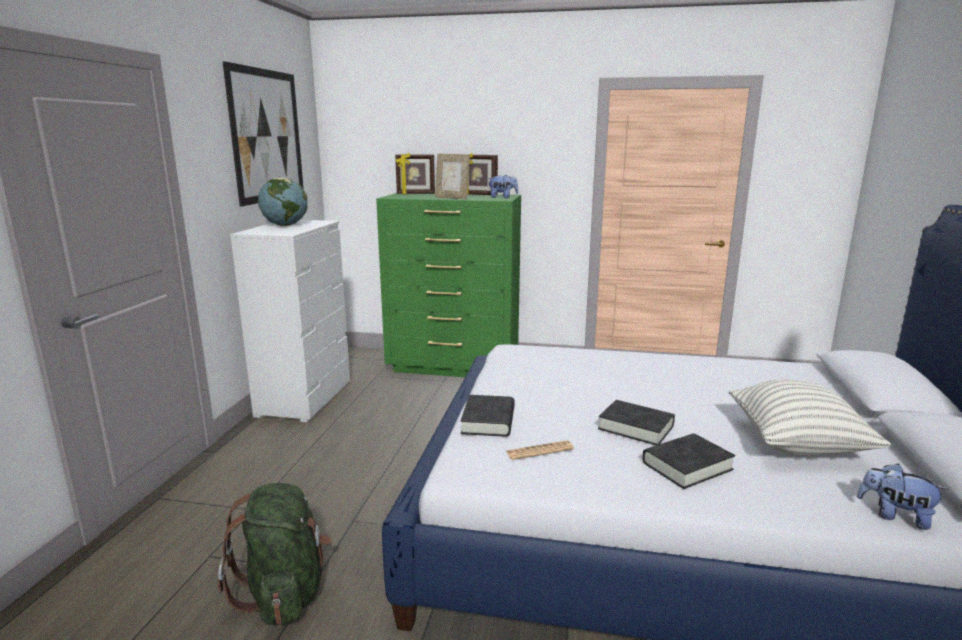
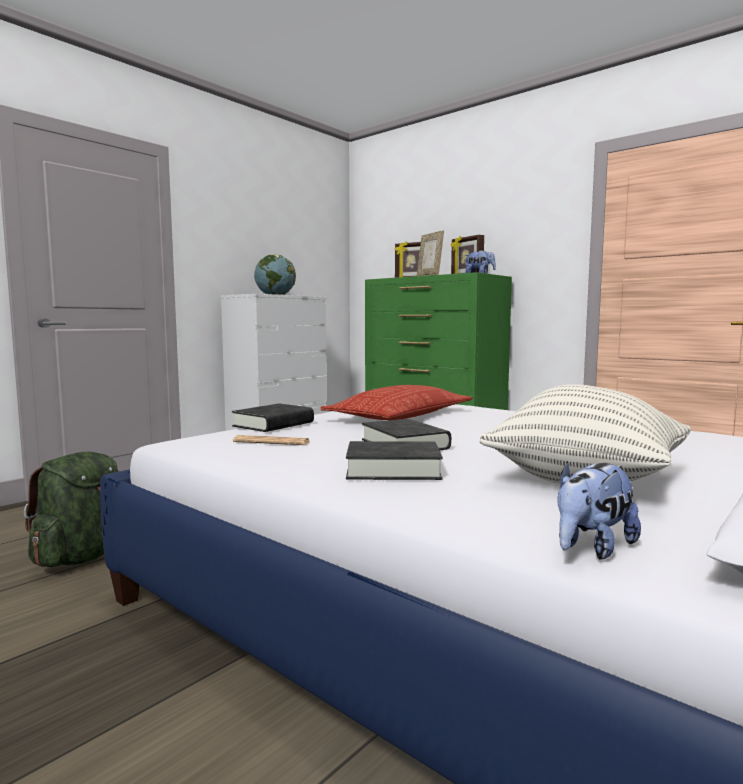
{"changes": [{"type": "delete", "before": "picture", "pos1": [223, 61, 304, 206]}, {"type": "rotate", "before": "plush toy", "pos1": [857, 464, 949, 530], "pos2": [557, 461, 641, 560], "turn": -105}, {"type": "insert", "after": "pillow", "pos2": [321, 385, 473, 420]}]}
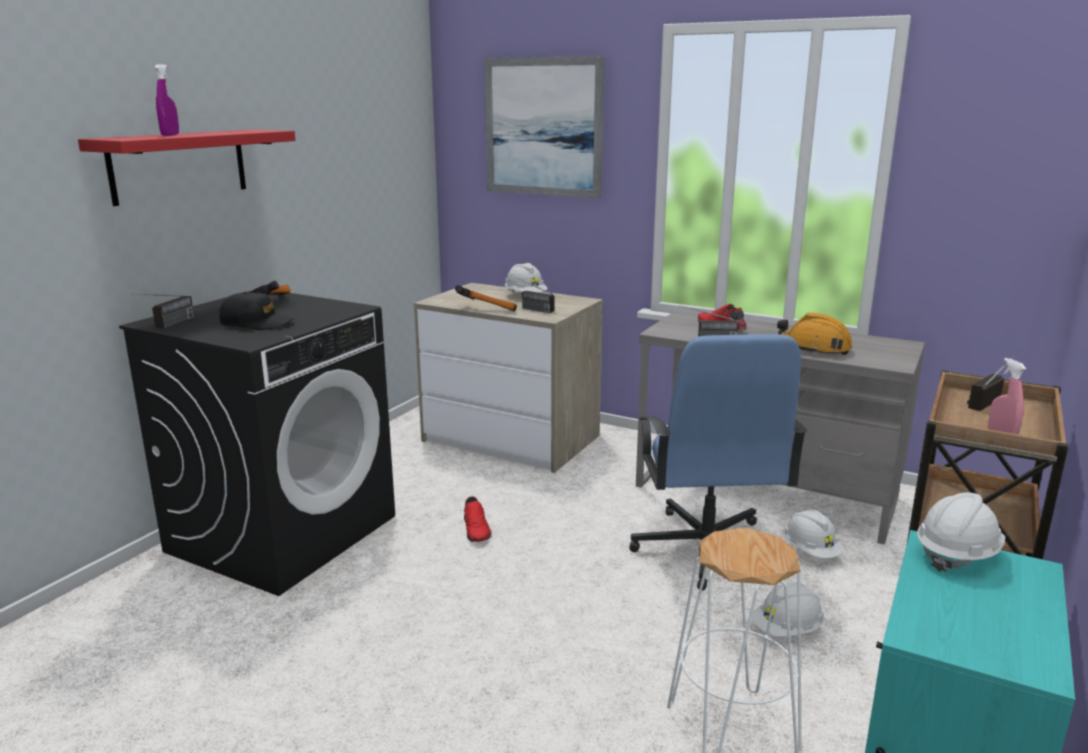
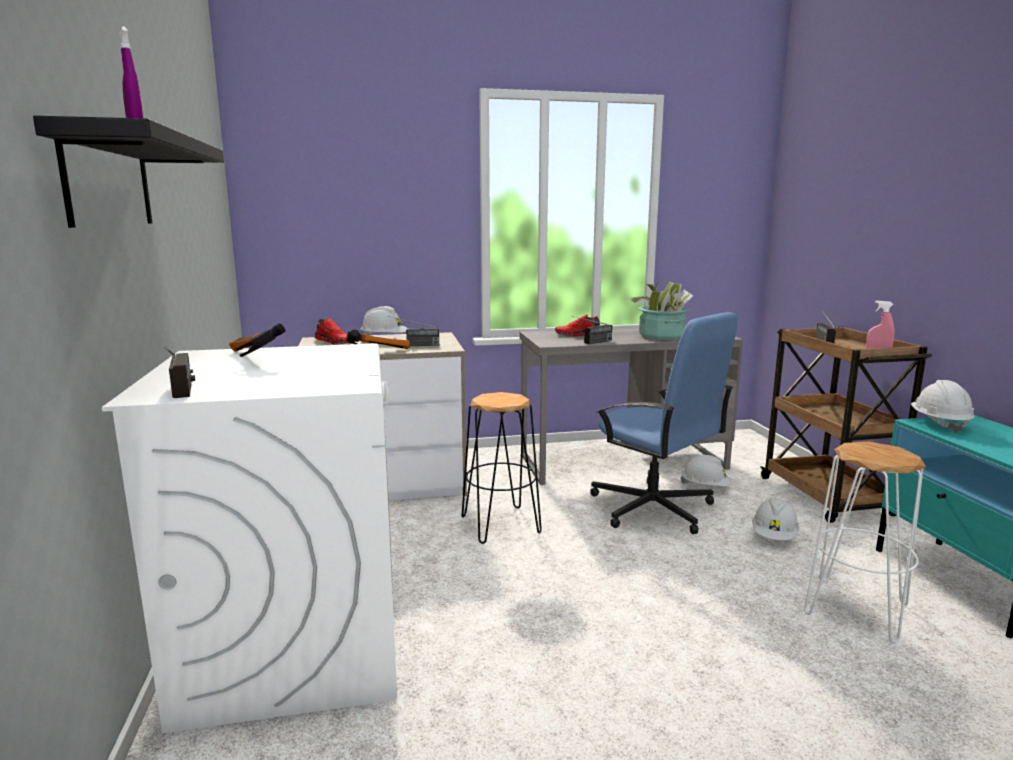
{"changes": [{"type": "recolor", "before": "shelf in red", "after": "shelf in black", "pos1": [78, 129, 295, 206], "pos2": [33, 116, 224, 228]}, {"type": "recolor", "before": "washing machine in black", "after": "washing machine in white", "pos1": [119, 290, 395, 596], "pos2": [102, 343, 397, 733]}, {"type": "delete", "before": "cap in black", "pos1": [219, 292, 294, 330]}, {"type": "move", "before": "shoe in red", "pos1": [464, 496, 492, 542], "pos2": [315, 319, 349, 345]}, {"type": "delete", "before": "picture", "pos1": [484, 56, 605, 199]}, {"type": "replace", "before": "hard hat in orange", "after": "potted plant", "pos1": [777, 312, 852, 355], "pos2": [628, 282, 693, 340]}, {"type": "insert", "after": "stool in black", "pos2": [462, 392, 542, 544]}]}
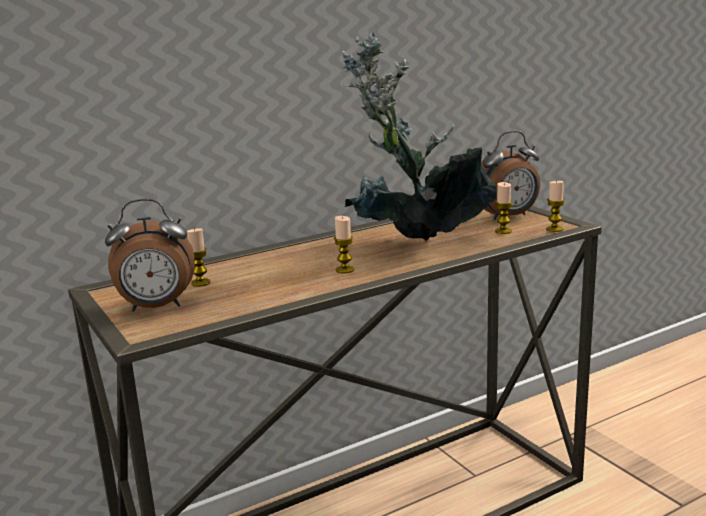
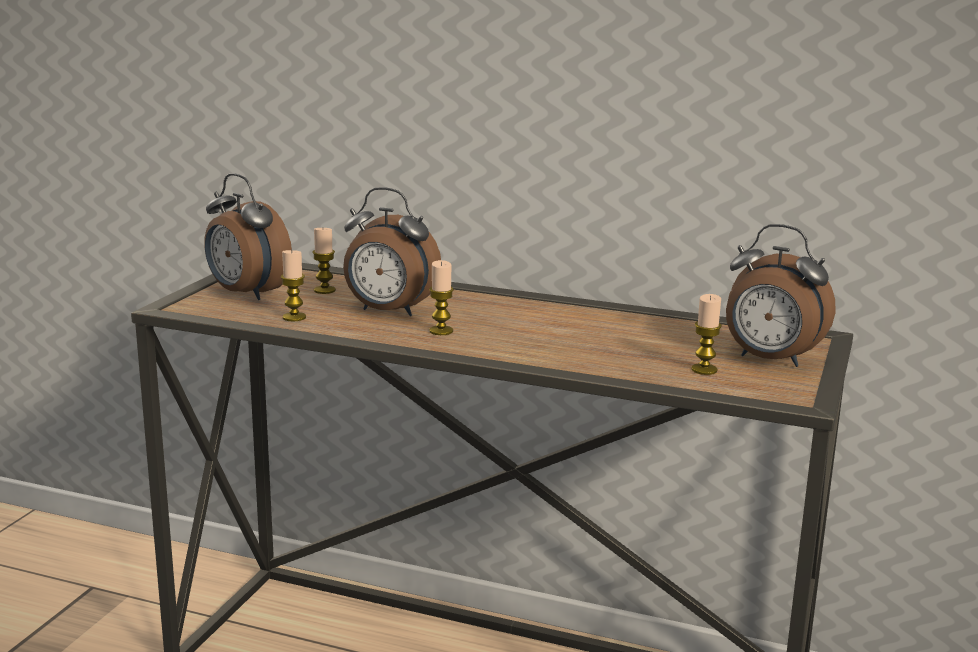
{"changes": [{"type": "delete", "before": "potted plant", "pos1": [341, 33, 497, 241]}, {"type": "move", "before": "candle", "pos1": [546, 180, 565, 232], "pos2": [281, 250, 306, 321]}, {"type": "insert", "after": "alarm clock", "pos2": [343, 187, 441, 316]}]}
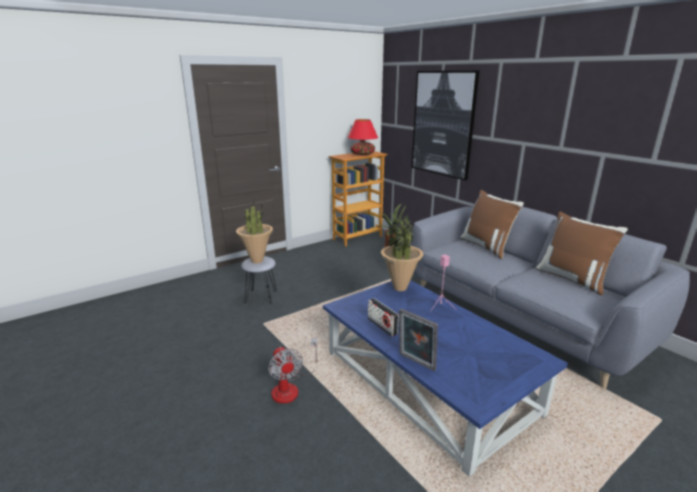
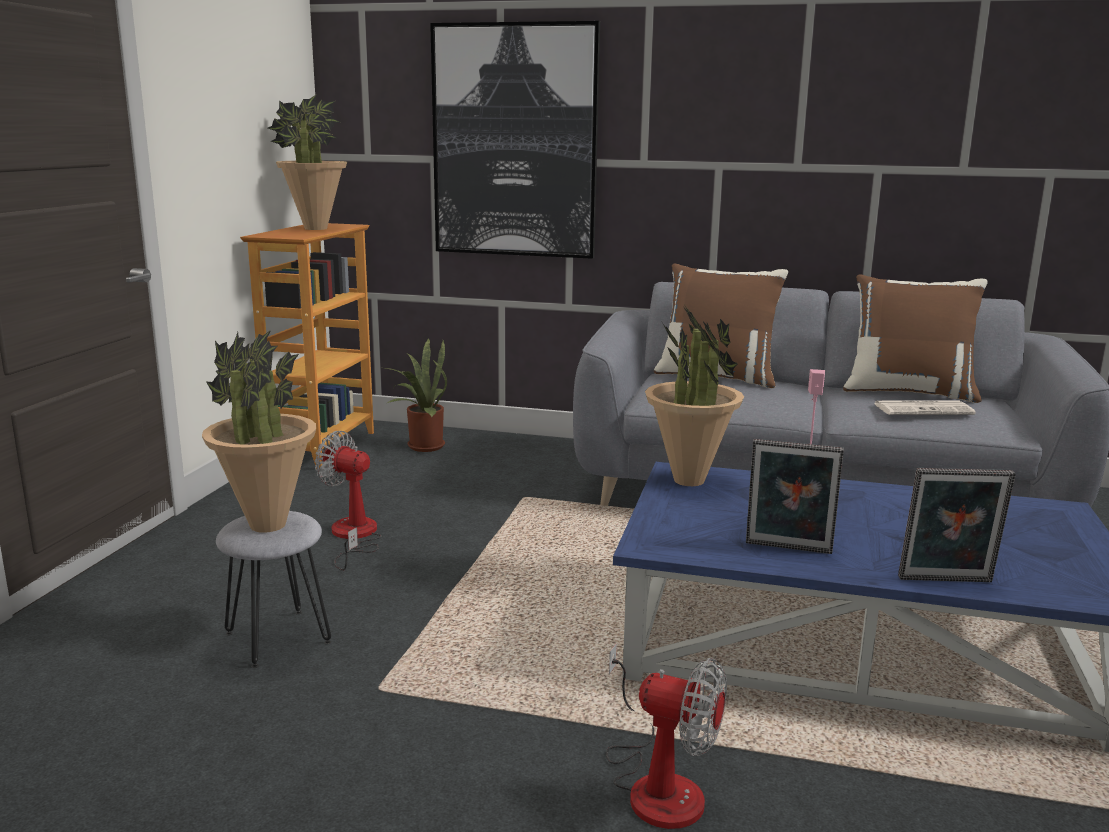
{"changes": [{"type": "replace", "before": "table lamp in red", "after": "potted plant", "pos1": [347, 119, 378, 155], "pos2": [268, 95, 347, 230]}, {"type": "replace", "before": "radio", "after": "picture frame", "pos1": [368, 298, 399, 336], "pos2": [746, 439, 844, 554]}, {"type": "insert", "after": "fan", "pos2": [315, 431, 382, 571]}, {"type": "insert", "after": "newspaper", "pos2": [873, 401, 976, 415]}]}
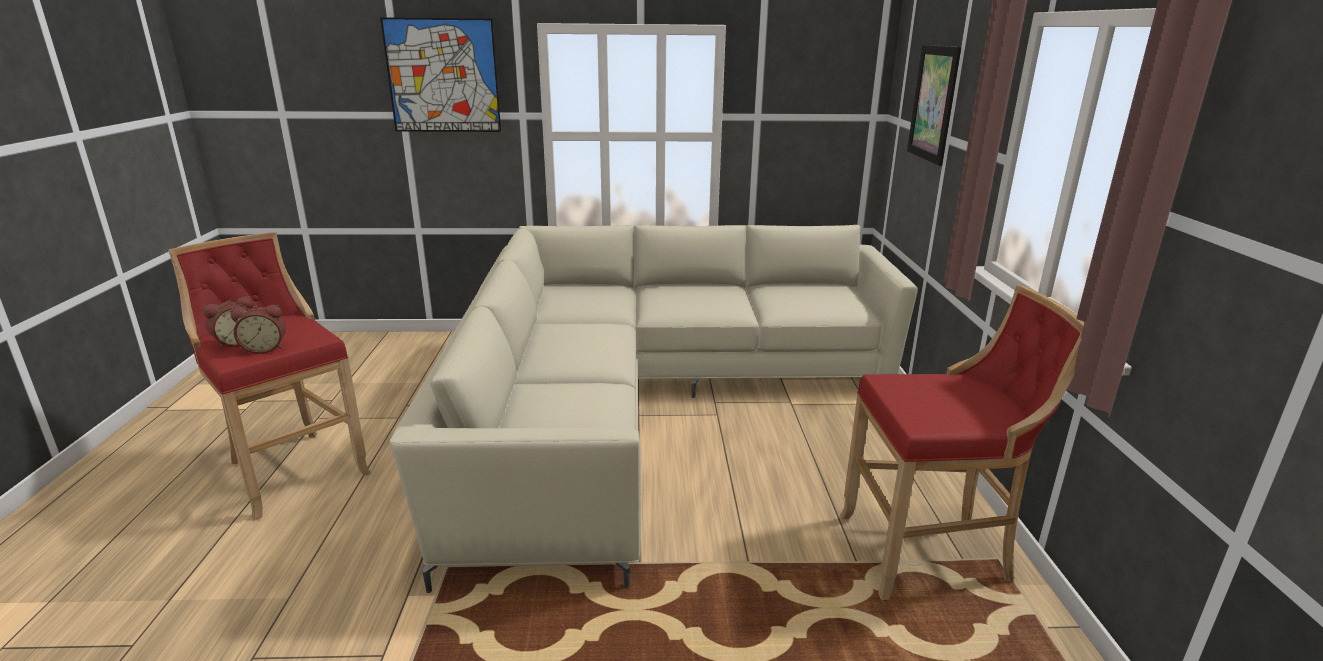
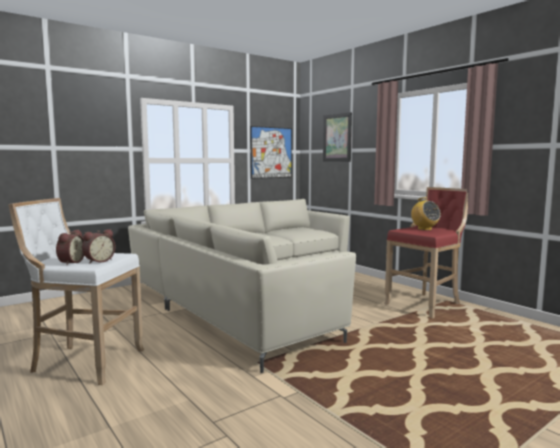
{"changes": [{"type": "recolor", "before": "stool in red", "after": "stool in white", "pos1": [168, 232, 371, 521], "pos2": [8, 198, 144, 385]}, {"type": "move", "before": "picture", "pos1": [380, 17, 501, 132], "pos2": [250, 126, 292, 179]}, {"type": "insert", "after": "radio", "pos2": [411, 197, 441, 230]}]}
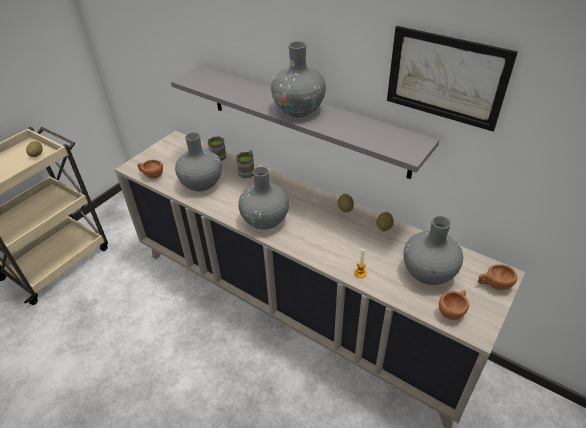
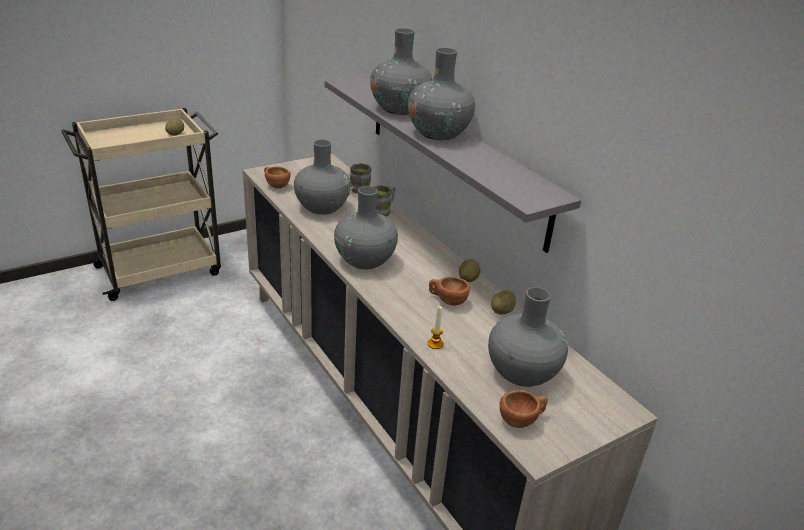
{"changes": [{"type": "delete", "before": "picture", "pos1": [387, 26, 518, 132]}, {"type": "move", "before": "cup in brown", "pos1": [478, 264, 517, 290], "pos2": [429, 276, 470, 306]}, {"type": "insert", "after": "vase in grey", "pos2": [370, 28, 432, 115]}]}
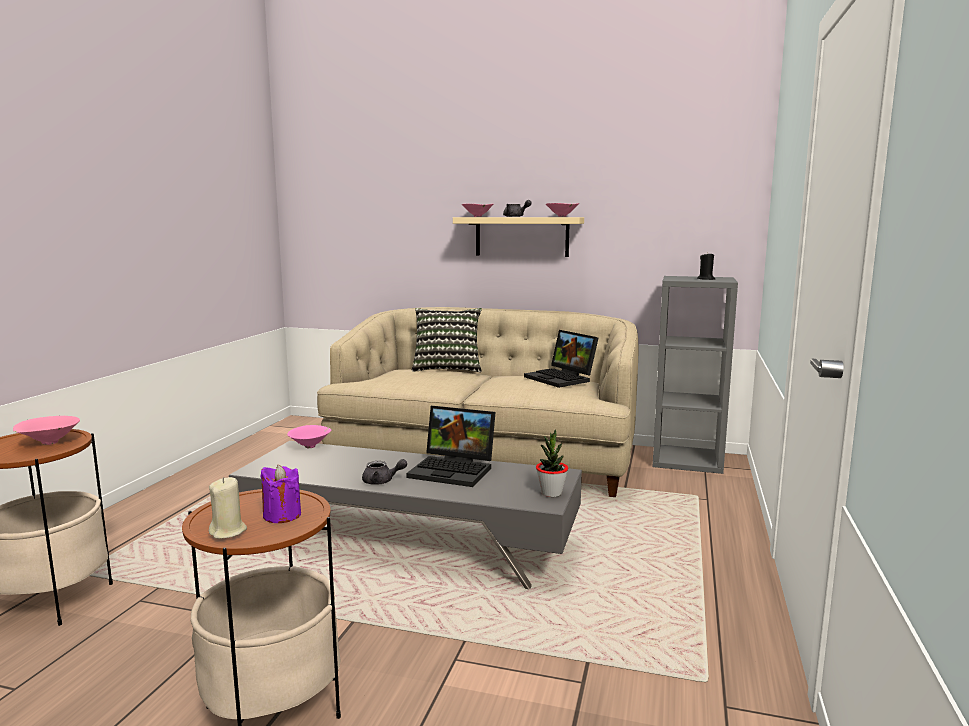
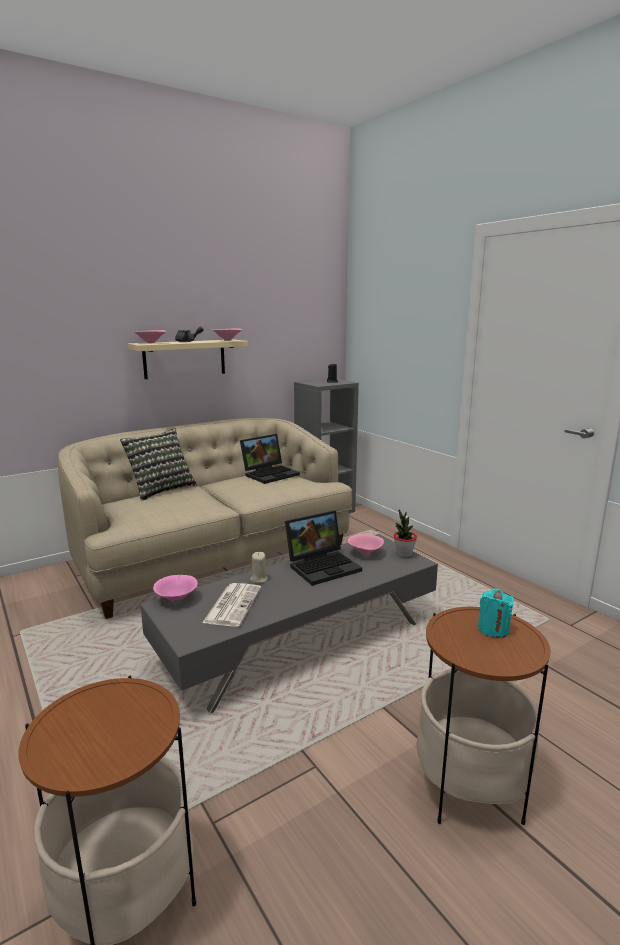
{"changes": [{"type": "move", "before": "bowl in pink", "pos1": [13, 416, 80, 445], "pos2": [348, 534, 384, 555]}, {"type": "move", "before": "candle in beige", "pos1": [209, 477, 247, 539], "pos2": [250, 552, 268, 583]}, {"type": "recolor", "before": "candle in purple", "after": "candle in turquoise", "pos1": [260, 465, 301, 523], "pos2": [478, 588, 514, 638]}, {"type": "delete", "before": "teapot in grey", "pos1": [362, 459, 407, 485]}, {"type": "rotate", "before": "laptop", "pos1": [524, 330, 598, 388], "pos2": [240, 434, 300, 484], "turn": -45}, {"type": "insert", "after": "newspaper", "pos2": [202, 583, 261, 627]}]}
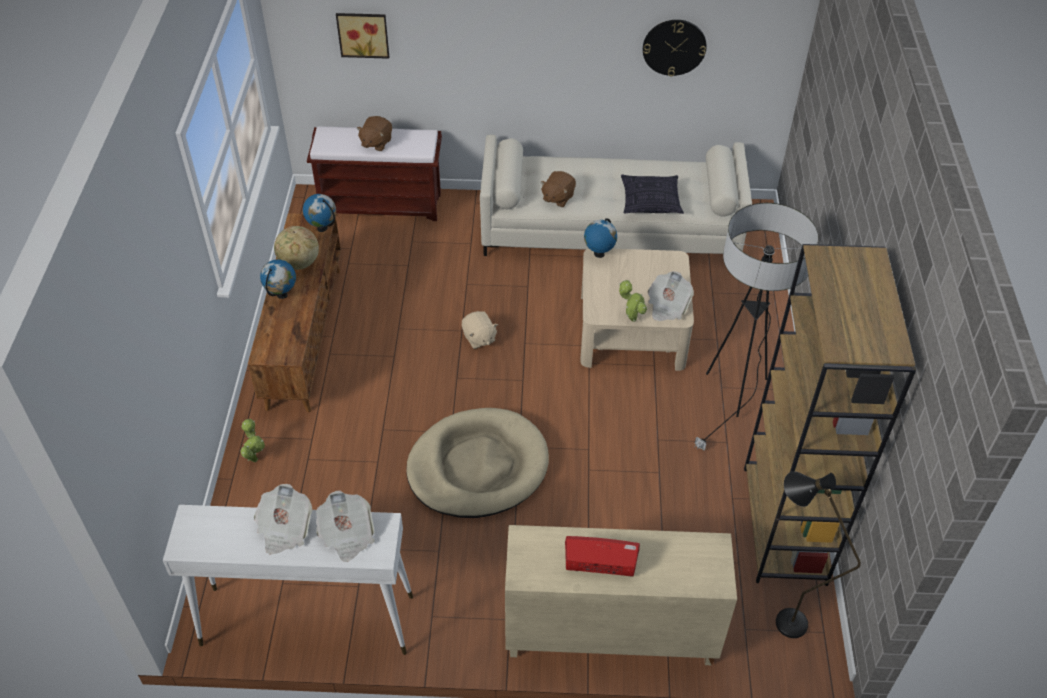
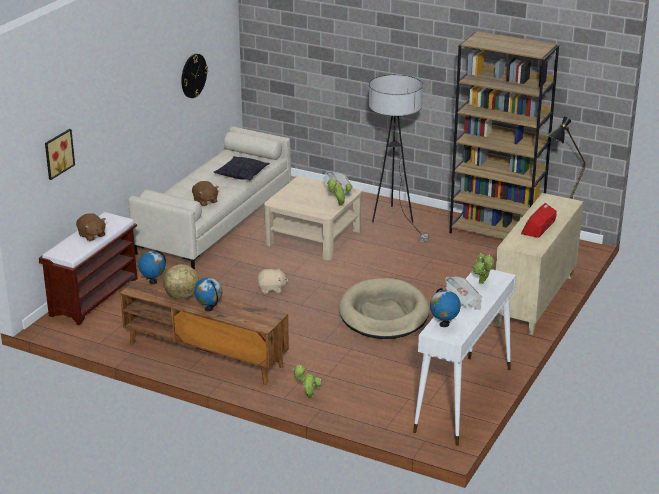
{"changes": [{"type": "replace", "before": "newspaper", "after": "potted plant", "pos1": [316, 490, 375, 562], "pos2": [473, 253, 494, 284]}, {"type": "move", "before": "globe", "pos1": [584, 218, 617, 258], "pos2": [430, 288, 461, 327]}]}
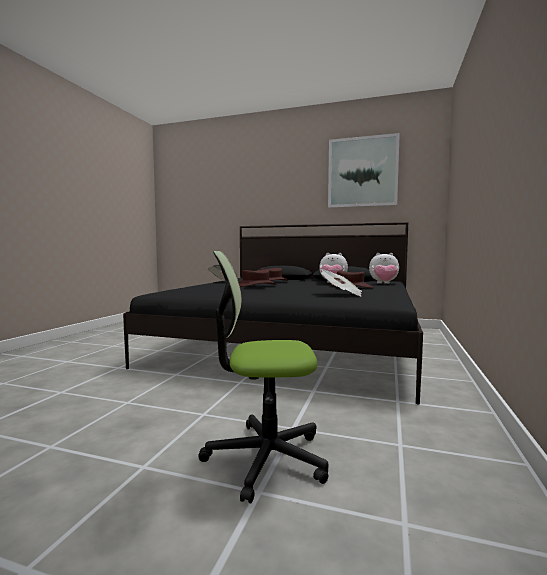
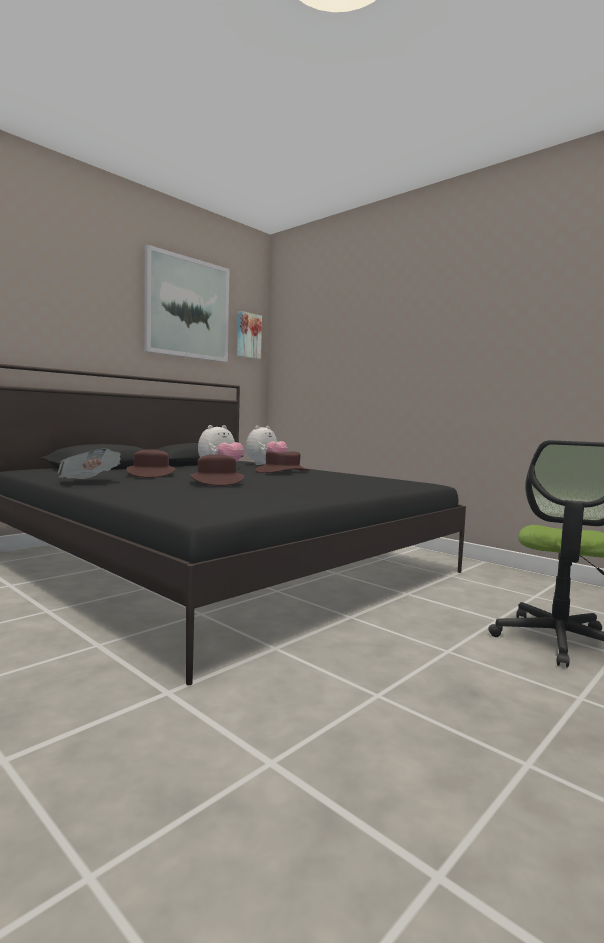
{"changes": [{"type": "delete", "before": "newspaper", "pos1": [321, 269, 362, 296]}, {"type": "insert", "after": "picture", "pos2": [237, 311, 262, 359]}]}
